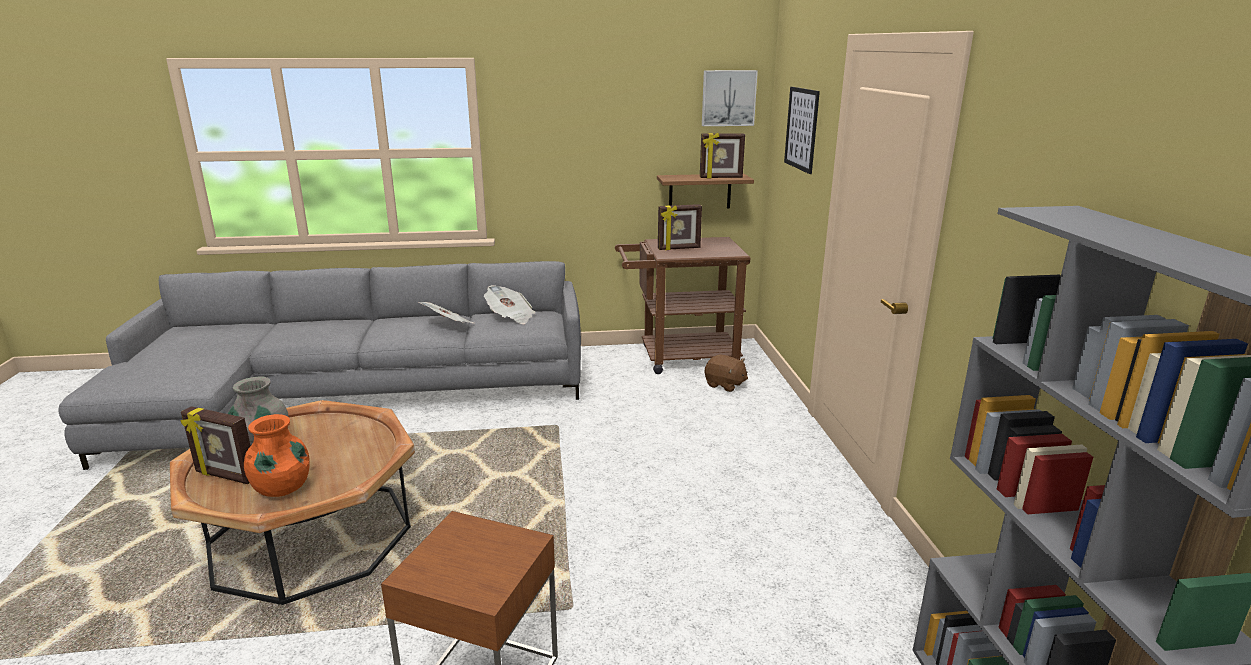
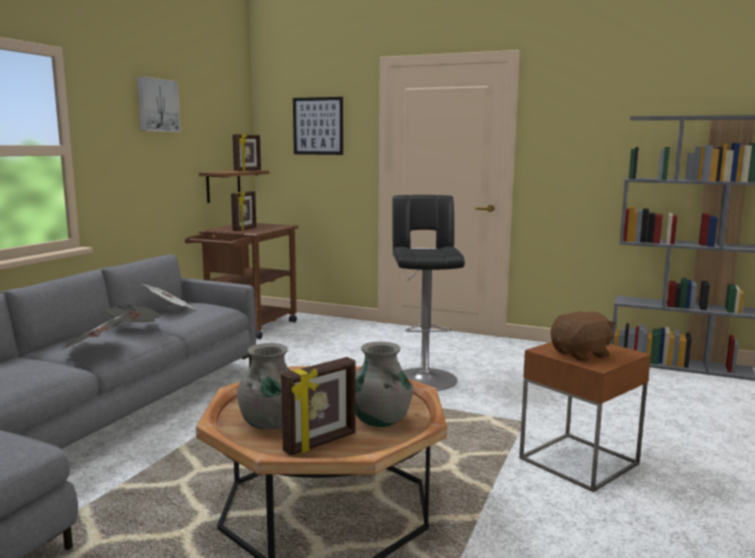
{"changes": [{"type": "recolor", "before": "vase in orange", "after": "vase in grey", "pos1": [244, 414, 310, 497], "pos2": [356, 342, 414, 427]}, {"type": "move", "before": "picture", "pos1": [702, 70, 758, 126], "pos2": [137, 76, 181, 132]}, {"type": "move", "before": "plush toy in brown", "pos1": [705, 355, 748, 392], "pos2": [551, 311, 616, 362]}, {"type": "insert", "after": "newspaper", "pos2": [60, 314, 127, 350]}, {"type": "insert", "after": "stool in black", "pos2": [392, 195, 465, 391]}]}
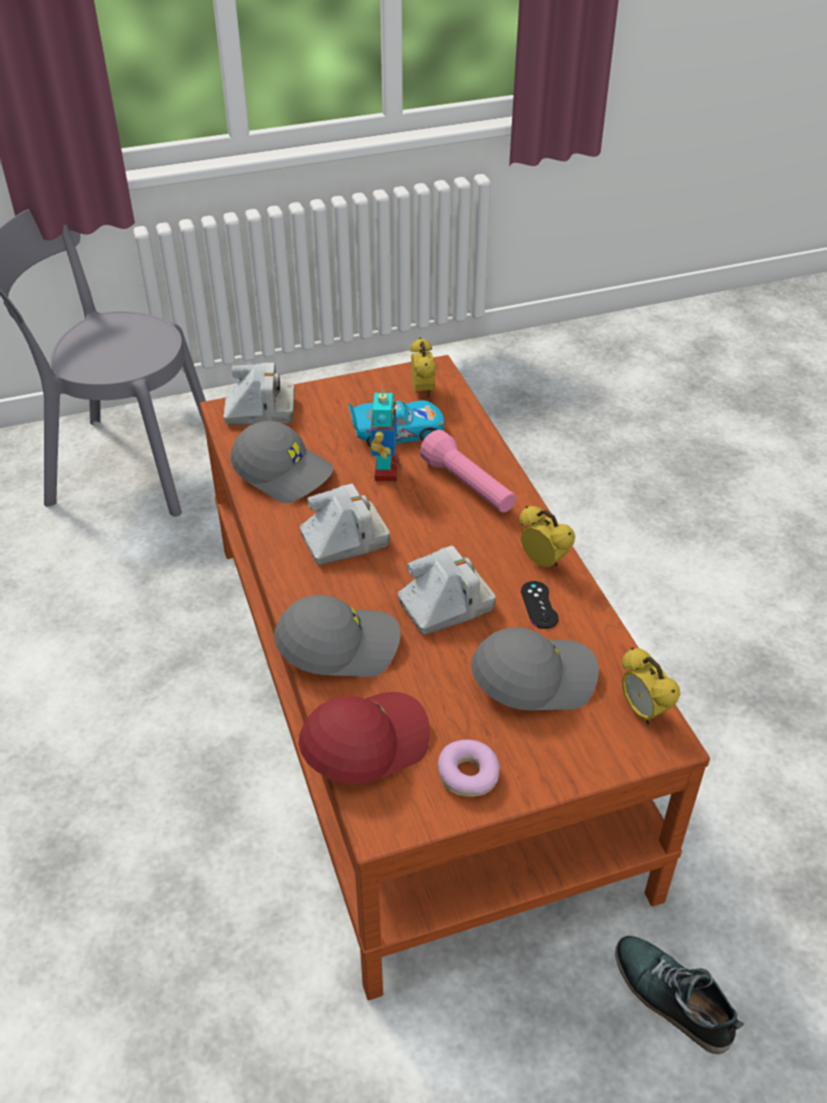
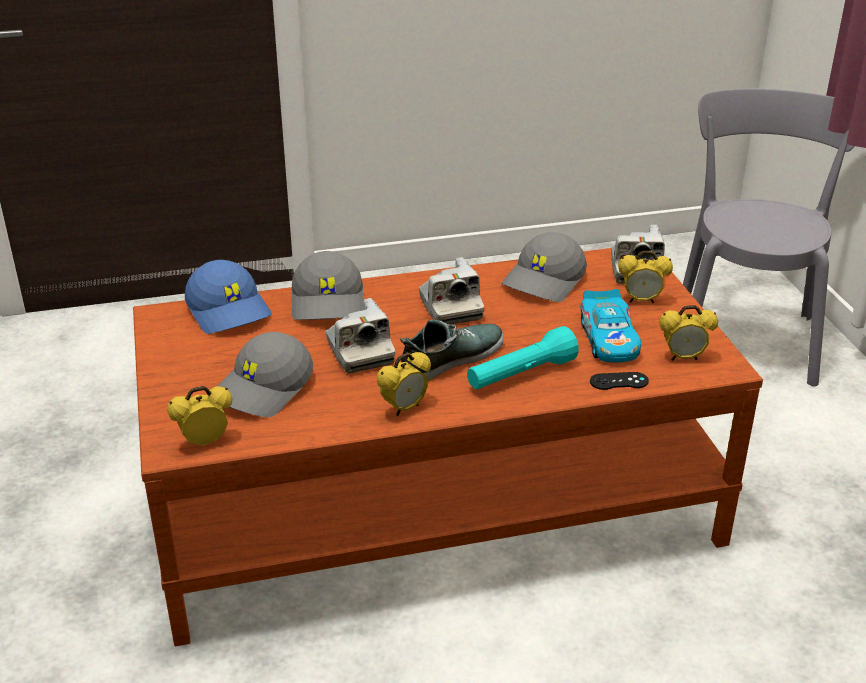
{"changes": [{"type": "recolor", "before": "cap in red", "after": "cap in blue", "pos1": [299, 692, 430, 784], "pos2": [185, 260, 272, 334]}, {"type": "delete", "before": "toy robot", "pos1": [370, 386, 399, 482]}, {"type": "recolor", "before": "flashlight in pink", "after": "flashlight in turquoise", "pos1": [420, 430, 516, 513], "pos2": [467, 326, 579, 389]}, {"type": "delete", "before": "donut", "pos1": [438, 739, 500, 797]}, {"type": "rotate", "before": "cap in grey", "pos1": [471, 627, 599, 710], "pos2": [218, 332, 313, 417], "turn": 45}, {"type": "move", "before": "game controller in black", "pos1": [521, 581, 559, 629], "pos2": [590, 372, 649, 390]}, {"type": "move", "before": "shoe", "pos1": [615, 936, 744, 1054], "pos2": [400, 320, 504, 381]}, {"type": "insert", "after": "alarm clock", "pos2": [618, 251, 673, 304]}]}
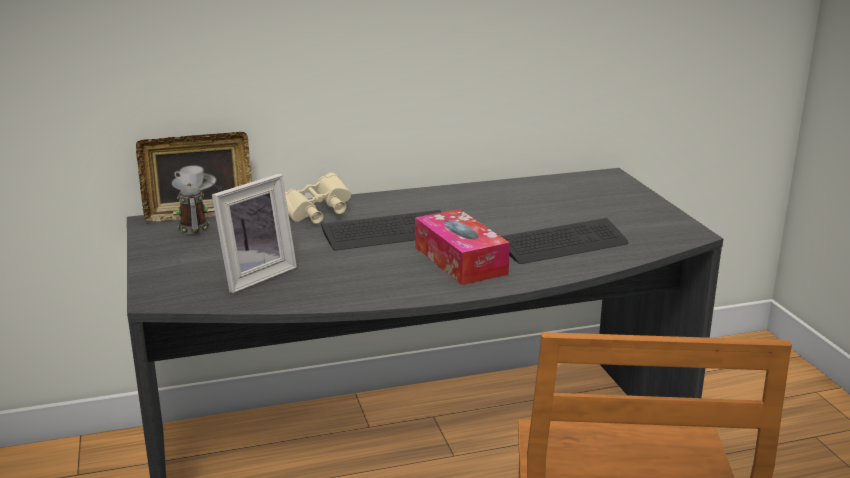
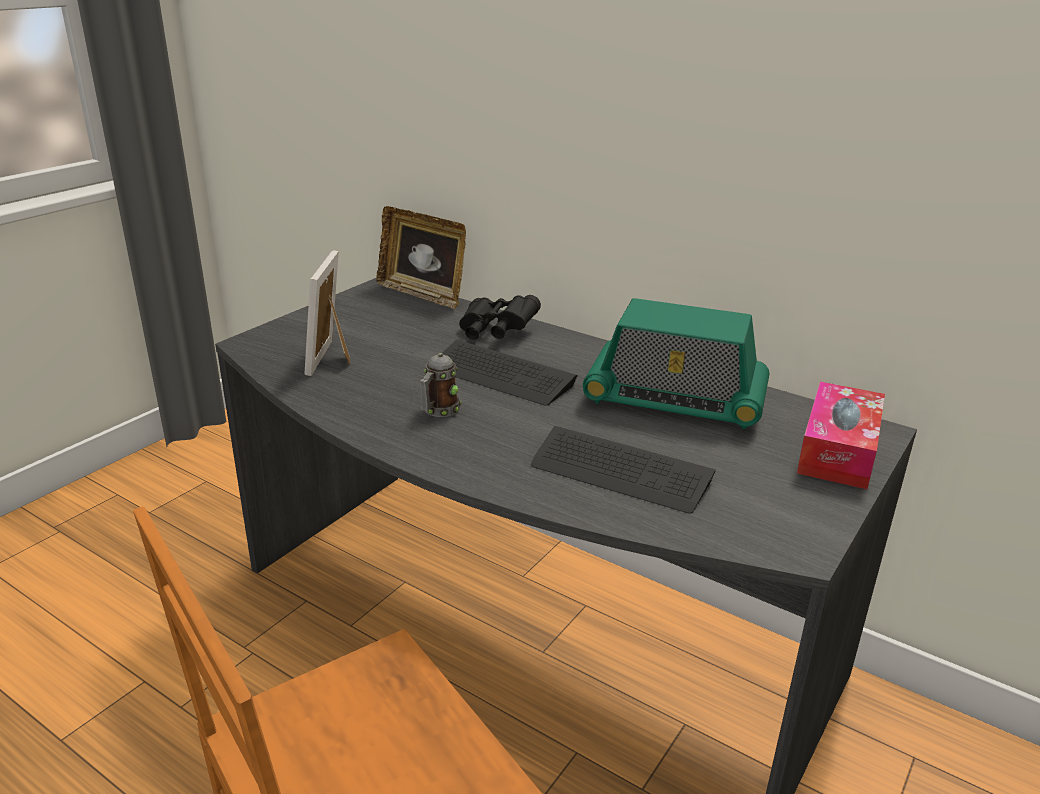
{"changes": [{"type": "move", "before": "mug", "pos1": [176, 183, 210, 234], "pos2": [420, 353, 462, 417]}, {"type": "rotate", "before": "picture frame", "pos1": [212, 174, 297, 293], "pos2": [305, 250, 350, 376], "turn": 90}, {"type": "recolor", "before": "binoculars in beige", "after": "binoculars in black", "pos1": [285, 173, 351, 224], "pos2": [459, 295, 541, 340]}, {"type": "move", "before": "tissue box", "pos1": [415, 209, 510, 285], "pos2": [797, 382, 885, 489]}, {"type": "insert", "after": "radio", "pos2": [583, 298, 769, 429]}]}
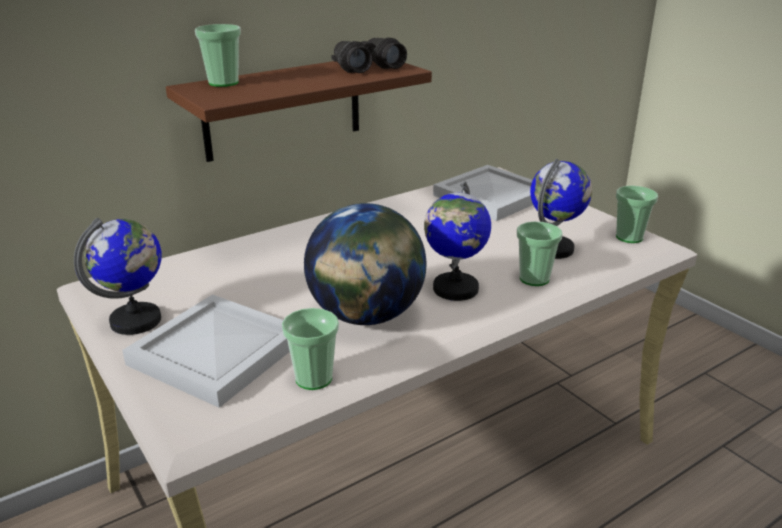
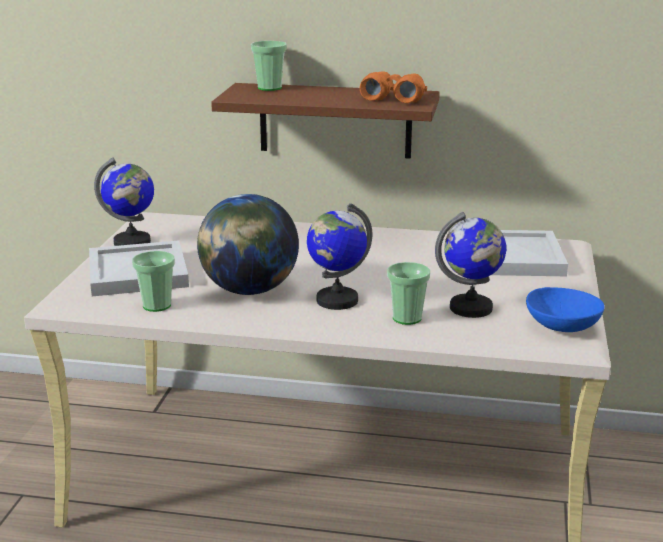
{"changes": [{"type": "recolor", "before": "binoculars in black", "after": "binoculars in orange", "pos1": [331, 38, 407, 73], "pos2": [360, 71, 427, 103]}, {"type": "replace", "before": "cup", "after": "bowl in blue", "pos1": [616, 186, 658, 243], "pos2": [526, 287, 605, 332]}]}
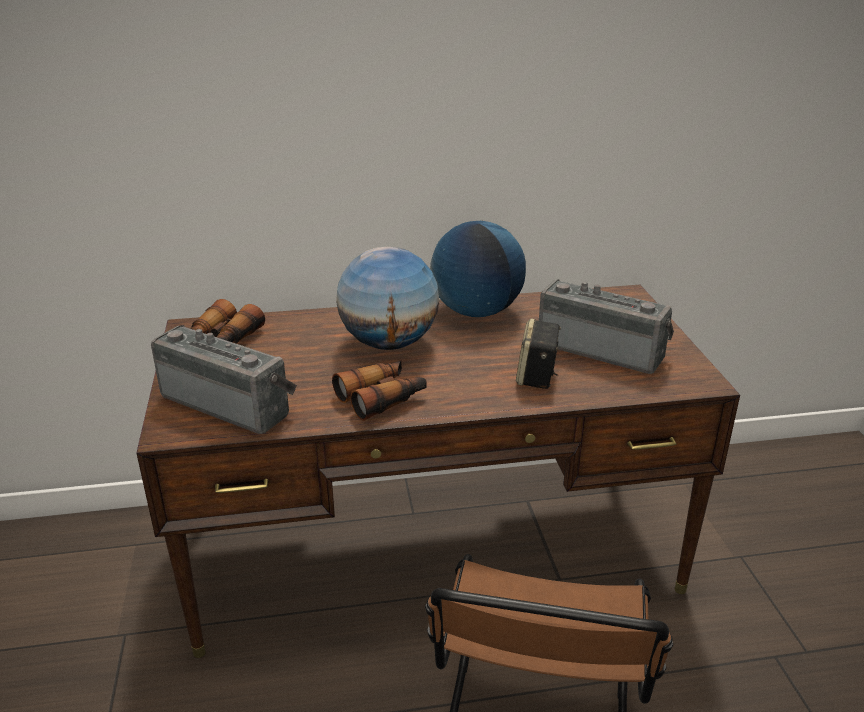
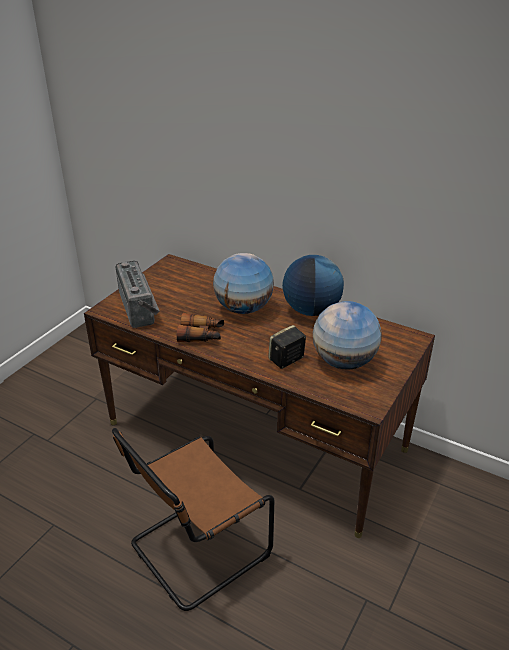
{"changes": [{"type": "delete", "before": "binoculars", "pos1": [191, 299, 265, 344]}, {"type": "replace", "before": "radio", "after": "globe", "pos1": [539, 280, 674, 374], "pos2": [313, 301, 382, 370]}]}
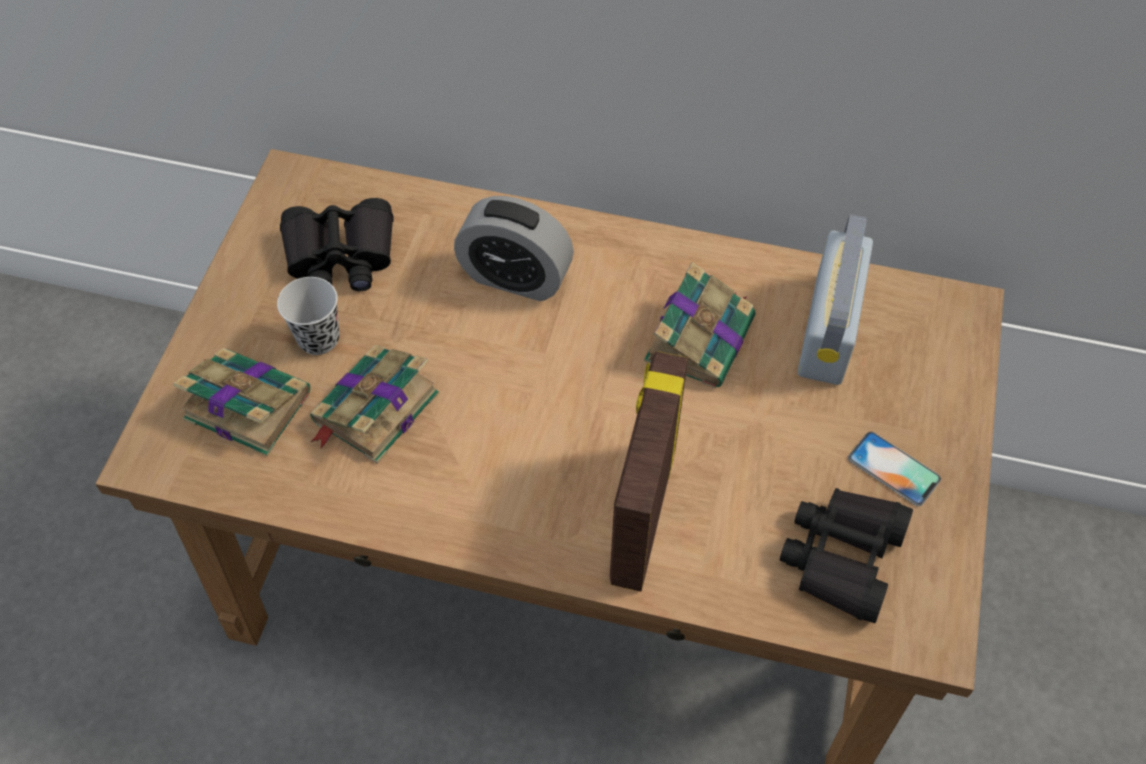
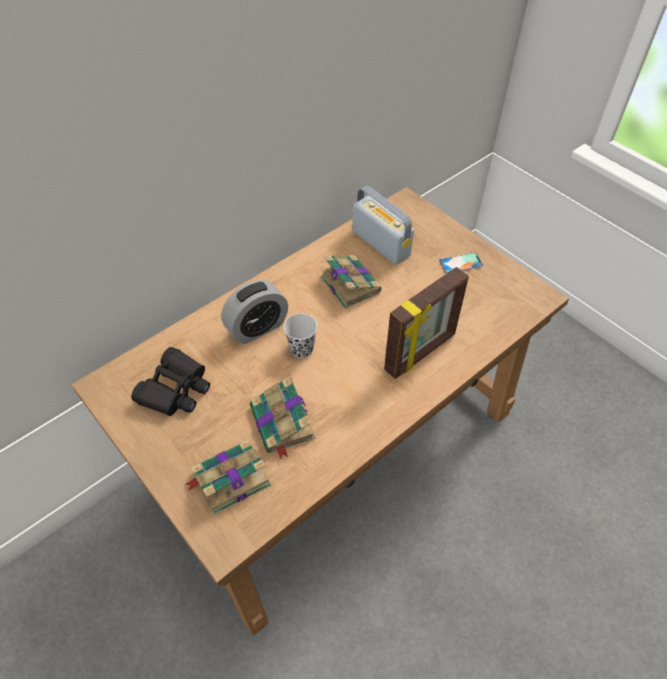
{"changes": [{"type": "move", "before": "cup in black", "pos1": [277, 277, 339, 355], "pos2": [283, 313, 317, 358]}, {"type": "rotate", "before": "picture frame", "pos1": [610, 351, 688, 592], "pos2": [384, 267, 469, 379], "turn": -90}, {"type": "delete", "before": "binoculars in black", "pos1": [780, 488, 913, 623]}]}
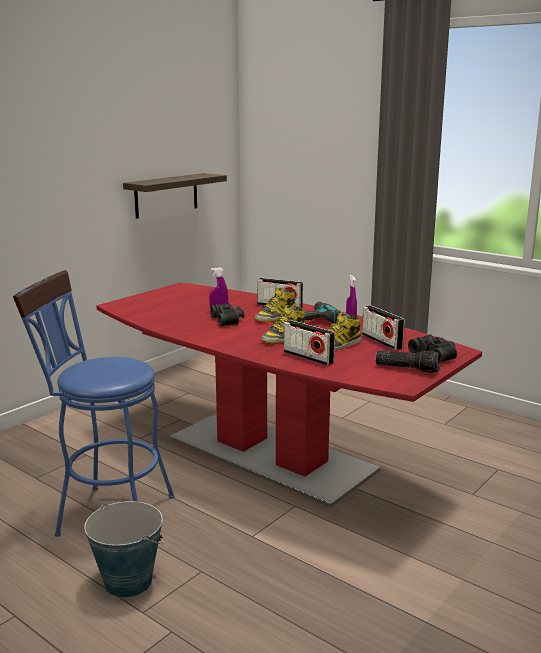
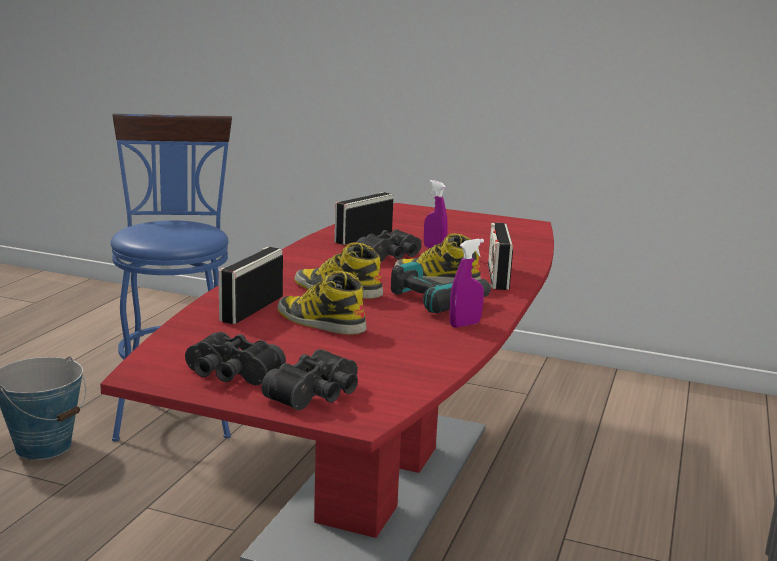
{"changes": [{"type": "delete", "before": "shelf", "pos1": [123, 173, 227, 219]}, {"type": "move", "before": "radio", "pos1": [362, 305, 405, 350], "pos2": [334, 192, 393, 245]}, {"type": "replace", "before": "flashlight", "after": "binoculars in black", "pos1": [376, 350, 441, 373], "pos2": [185, 332, 286, 385]}]}
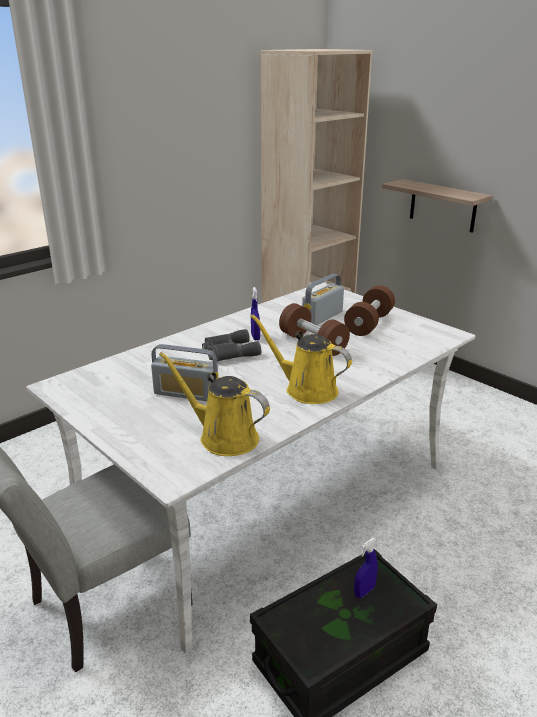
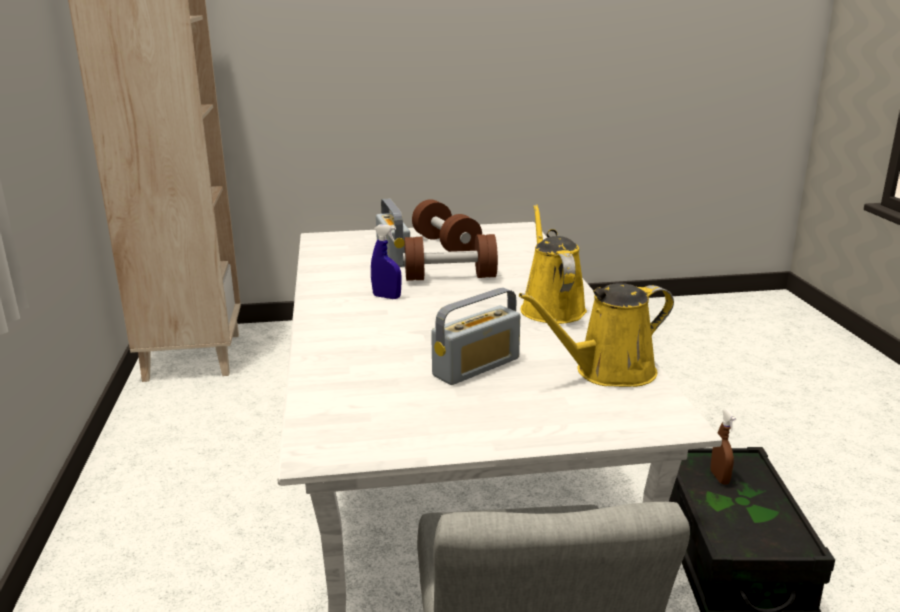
{"changes": [{"type": "delete", "before": "binoculars in grey", "pos1": [202, 329, 261, 361]}, {"type": "rotate", "before": "watering can in yellow", "pos1": [250, 314, 352, 404], "pos2": [521, 204, 587, 324], "turn": 105}, {"type": "recolor", "before": "spray bottle in blue", "after": "spray bottle in brown", "pos1": [354, 538, 378, 598], "pos2": [711, 409, 736, 485]}, {"type": "delete", "before": "shelf", "pos1": [382, 179, 493, 233]}]}
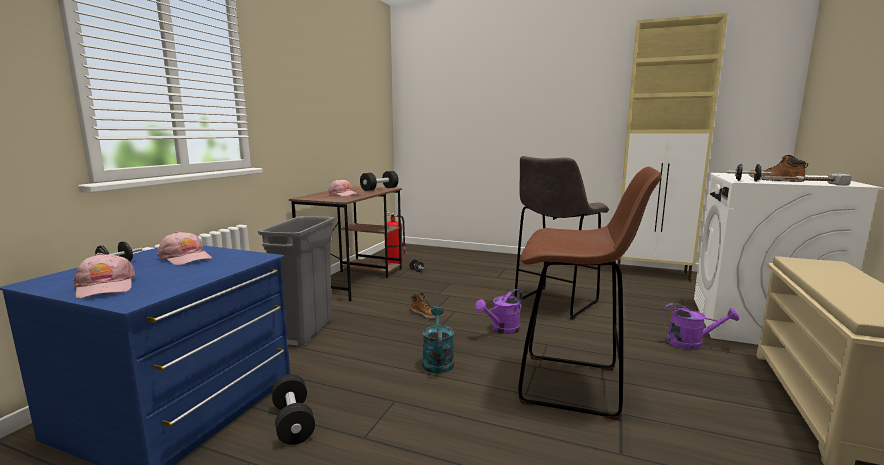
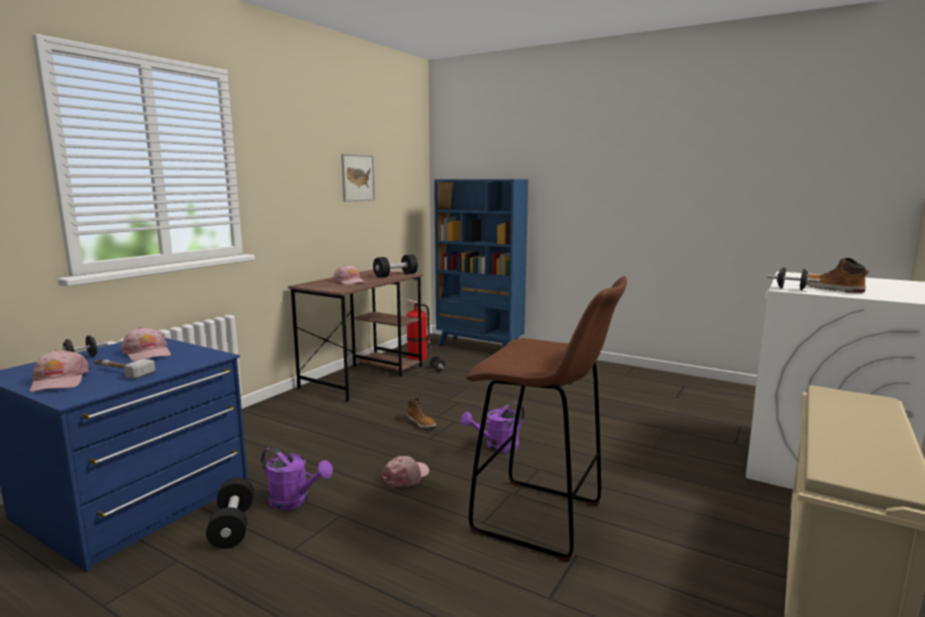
{"changes": [{"type": "delete", "before": "trash can in grey", "pos1": [258, 216, 335, 346]}, {"type": "replace", "before": "watering can in turquoise", "after": "cap in pink", "pos1": [422, 306, 454, 374], "pos2": [382, 456, 429, 488]}, {"type": "delete", "before": "stool in grey", "pos1": [514, 156, 609, 320]}, {"type": "delete", "before": "cabinet in beige", "pos1": [617, 13, 728, 281]}, {"type": "move", "before": "watering can in purple", "pos1": [662, 303, 739, 350], "pos2": [261, 447, 333, 510]}, {"type": "move", "before": "hammer", "pos1": [783, 173, 852, 185], "pos2": [93, 359, 156, 379]}, {"type": "insert", "after": "picture", "pos2": [341, 154, 375, 202]}, {"type": "insert", "after": "bookcase in blue", "pos2": [434, 179, 528, 347]}]}
